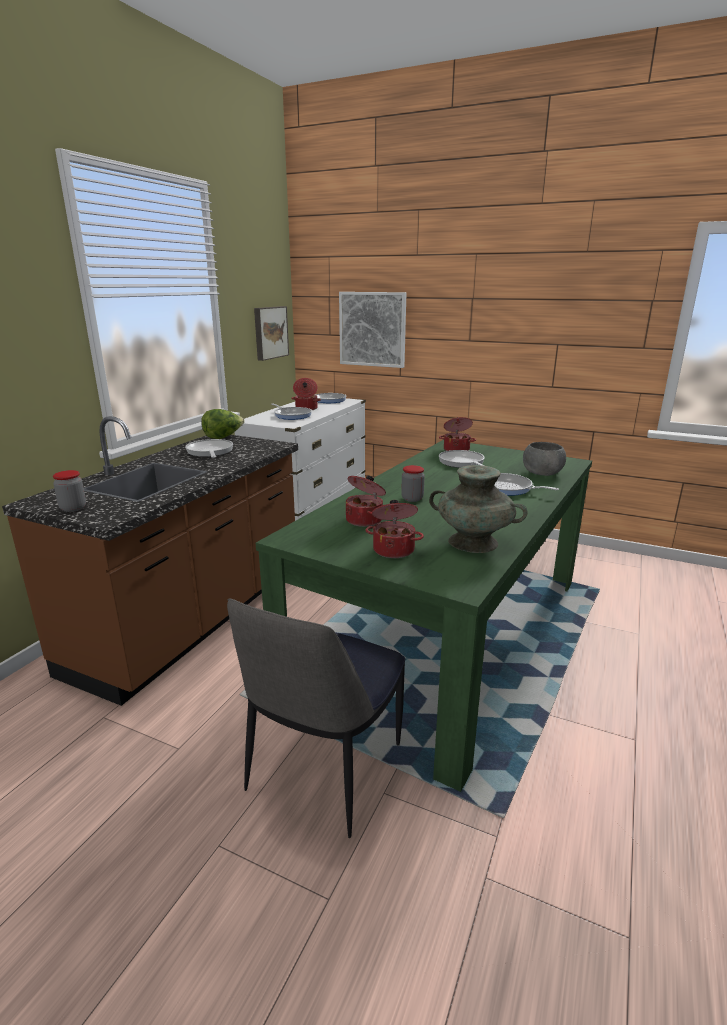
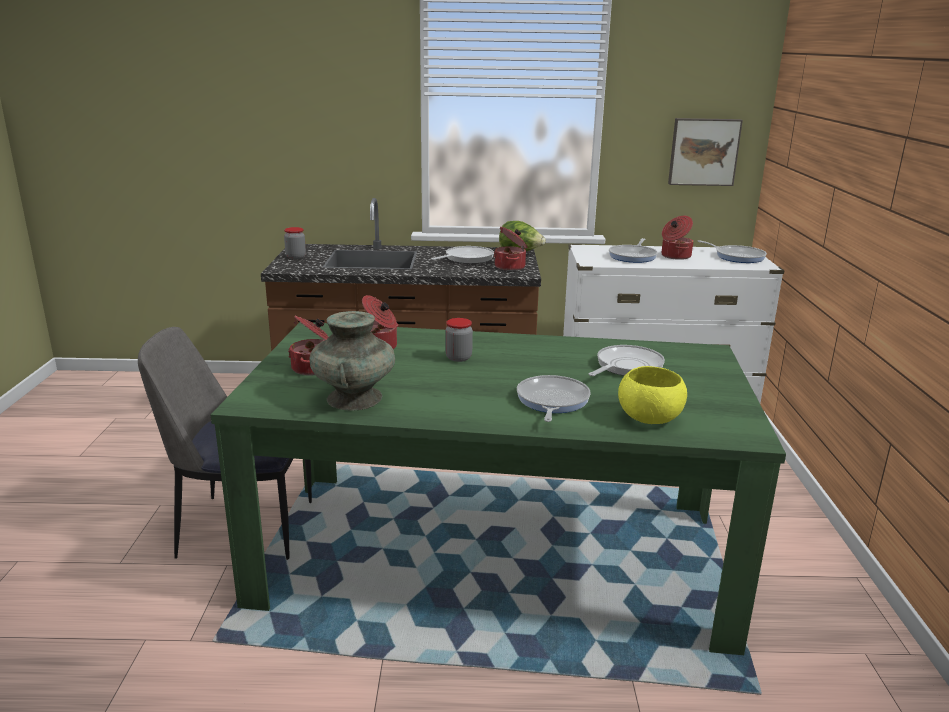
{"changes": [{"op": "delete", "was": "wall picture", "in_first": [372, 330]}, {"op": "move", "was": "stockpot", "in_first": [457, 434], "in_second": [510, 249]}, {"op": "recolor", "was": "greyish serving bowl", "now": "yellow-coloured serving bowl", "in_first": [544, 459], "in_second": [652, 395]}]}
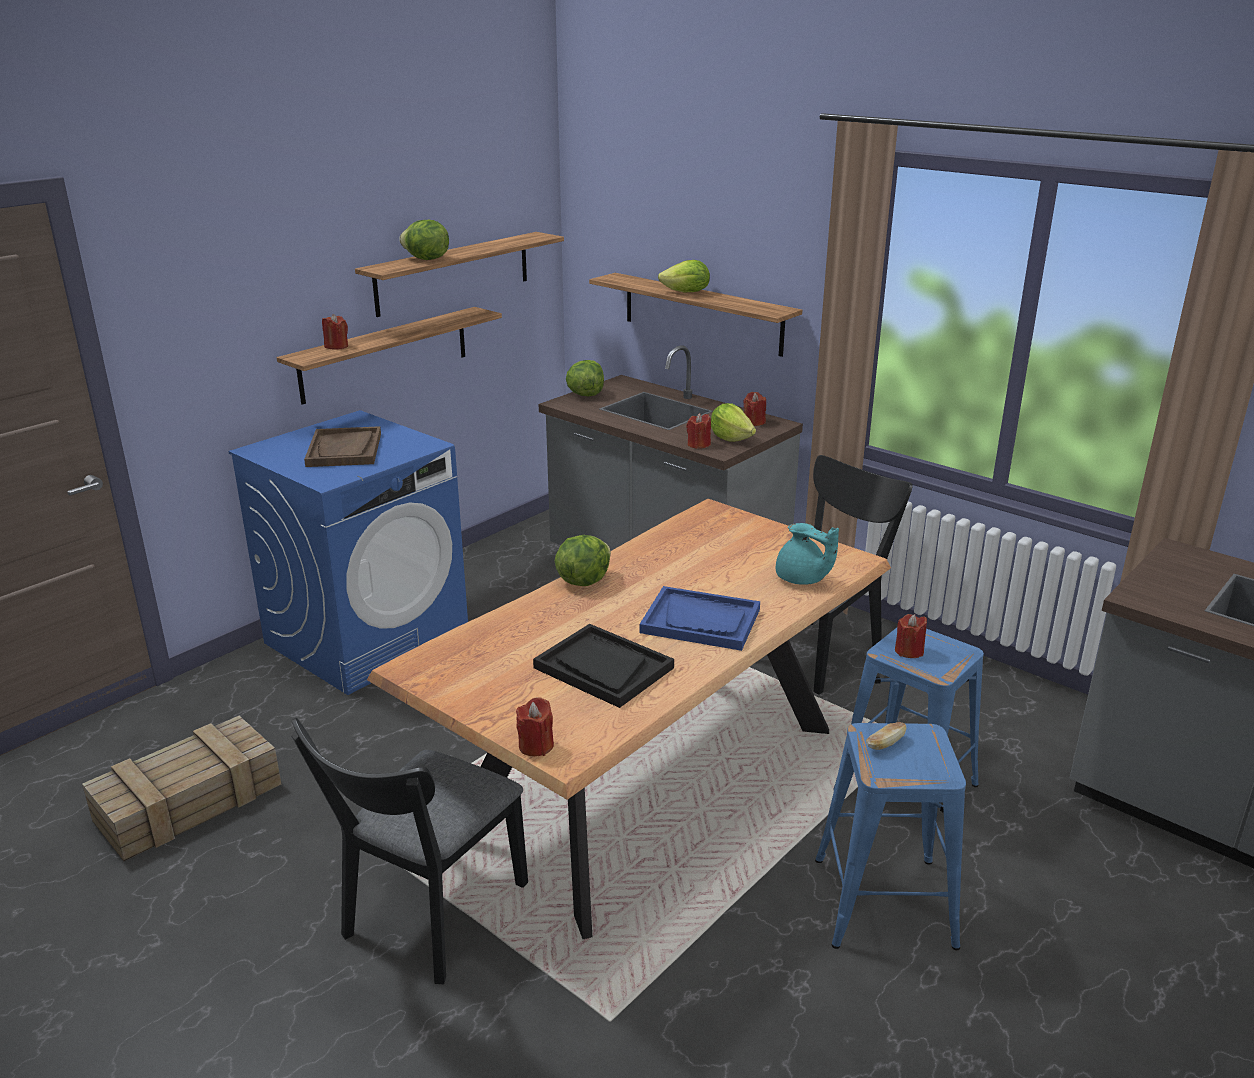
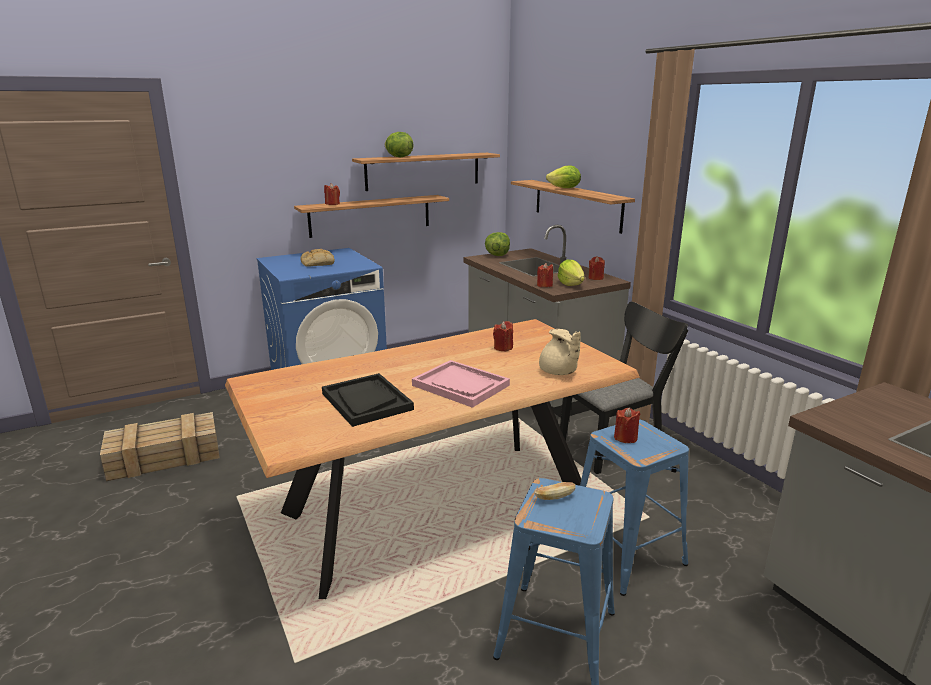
{"changes": [{"op": "delete", "was": "blackish chair", "in_first": [409, 851]}, {"op": "delete", "was": "lettuce head", "in_first": [583, 560]}, {"op": "move", "was": "red wax light", "in_first": [535, 726], "in_second": [503, 336]}, {"op": "replace", "was": "brown tray", "now": "baked bread", "in_first": [342, 446], "in_second": [318, 258]}, {"op": "recolor", "was": "bluish tray", "now": "pink-coloured tray", "in_first": [699, 618], "in_second": [461, 384]}, {"op": "recolor", "was": "turquoise pot for tea", "now": "beige pot for tea", "in_first": [807, 554], "in_second": [560, 352]}]}
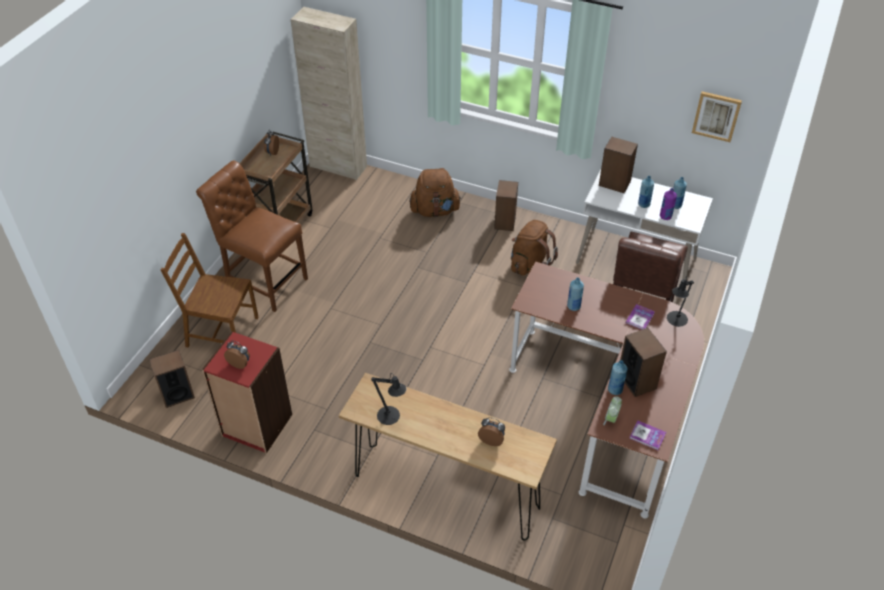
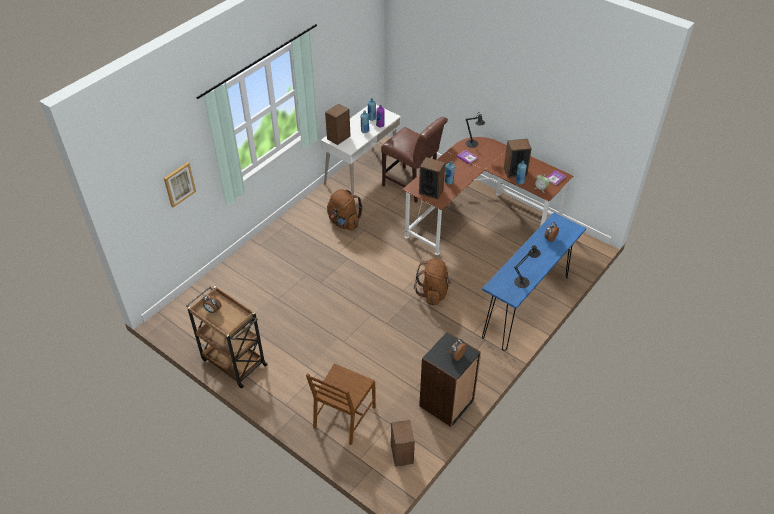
{"changes": [{"op": "delete", "was": "brown chair", "in_first": [252, 236]}, {"op": "delete", "was": "beige storage cabinet", "in_first": [329, 93]}, {"op": "move", "was": "brown rucksack", "in_first": [435, 192], "in_second": [433, 282]}, {"op": "move", "was": "loudspeaker", "in_first": [506, 205], "in_second": [432, 178]}, {"op": "move", "was": "wall picture", "in_first": [717, 116], "in_second": [180, 184]}, {"op": "recolor", "was": "red bookshelf", "now": "blackish bookshelf", "in_first": [247, 392], "in_second": [450, 379]}, {"op": "recolor", "was": "brown hall table", "now": "bluish hall table", "in_first": [448, 457], "in_second": [534, 281]}]}
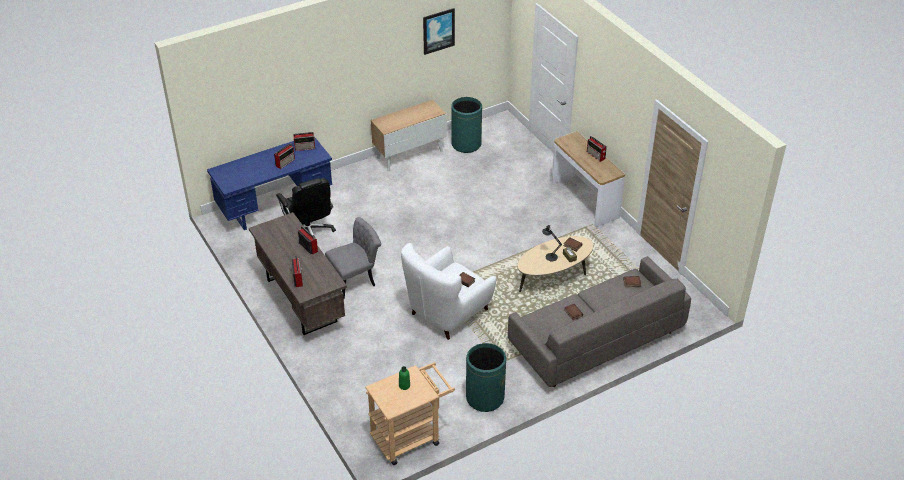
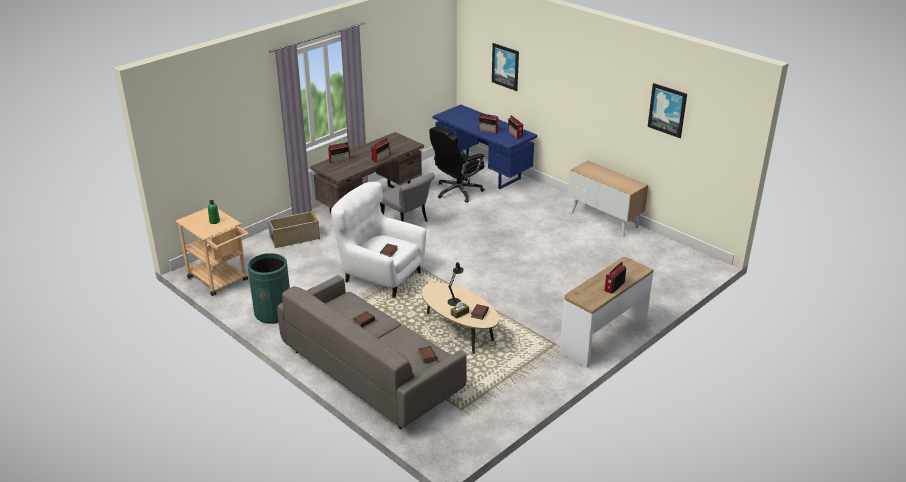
{"changes": [{"op": "delete", "was": "green rubbish bin", "in_first": [466, 125]}, {"op": "insert", "now": "beige storage container", "in_second": [294, 229]}, {"op": "insert", "now": "wall picture", "in_second": [505, 67]}]}
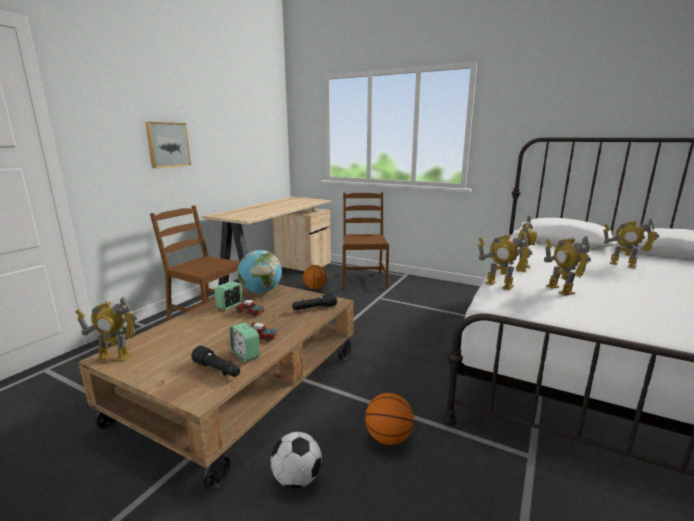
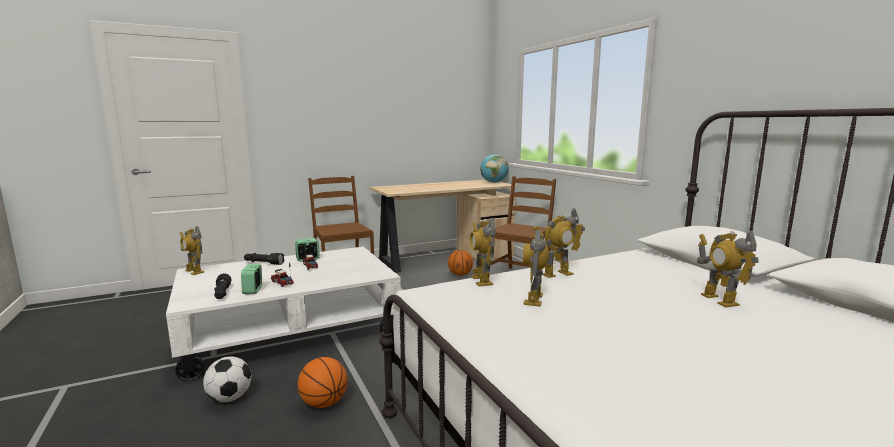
{"changes": [{"op": "delete", "was": "wall picture", "in_first": [168, 145]}, {"op": "move", "was": "globe", "in_first": [260, 271], "in_second": [494, 168]}, {"op": "move", "was": "blackish flashlight", "in_first": [314, 301], "in_second": [264, 259]}, {"op": "recolor", "was": "brown lounge table", "now": "whitish lounge table", "in_first": [216, 387], "in_second": [283, 314]}]}
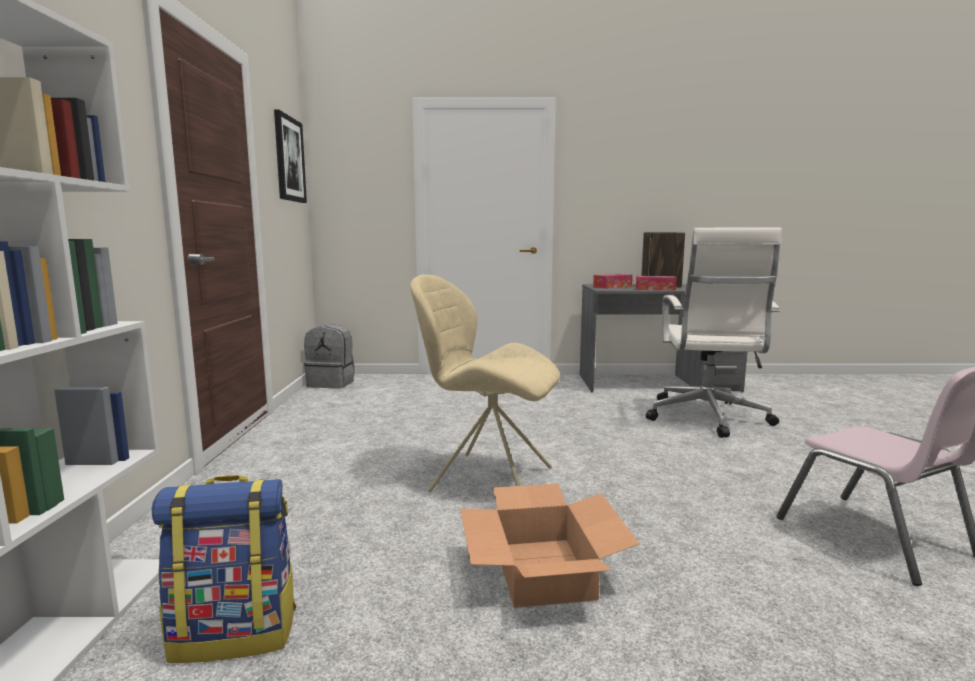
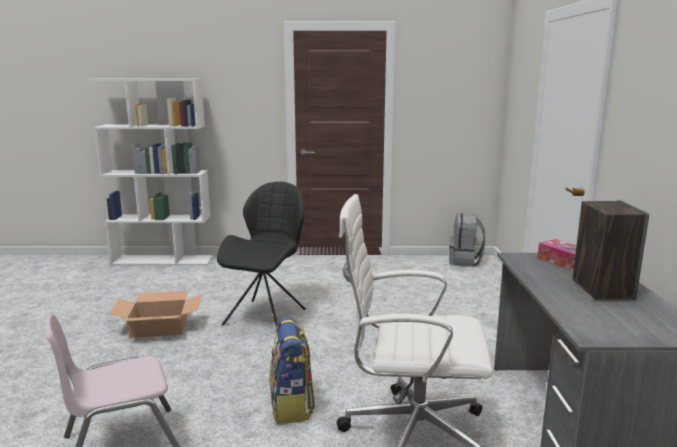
{"changes": [{"op": "delete", "was": "wall picture", "in_first": [290, 156]}, {"op": "delete", "was": "box of tissues", "in_first": [656, 283]}, {"op": "move", "was": "rucksack", "in_first": [224, 569], "in_second": [292, 370]}, {"op": "recolor", "was": "beige chair", "now": "blackish chair", "in_first": [485, 383], "in_second": [261, 254]}]}
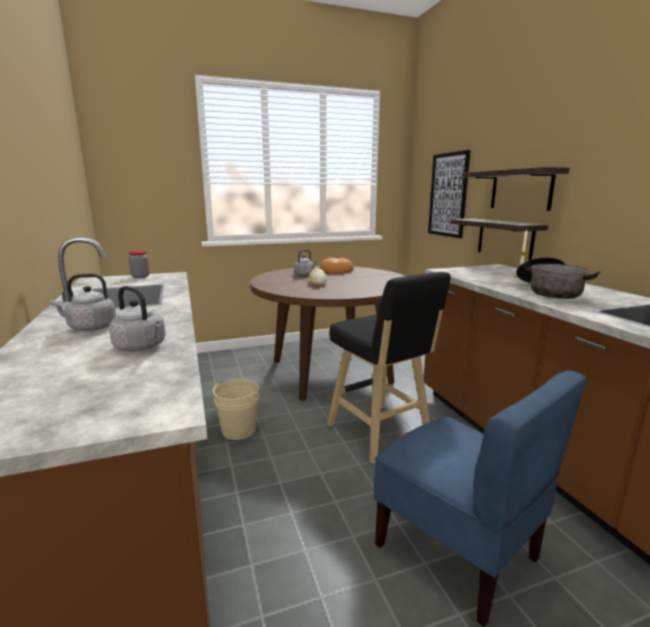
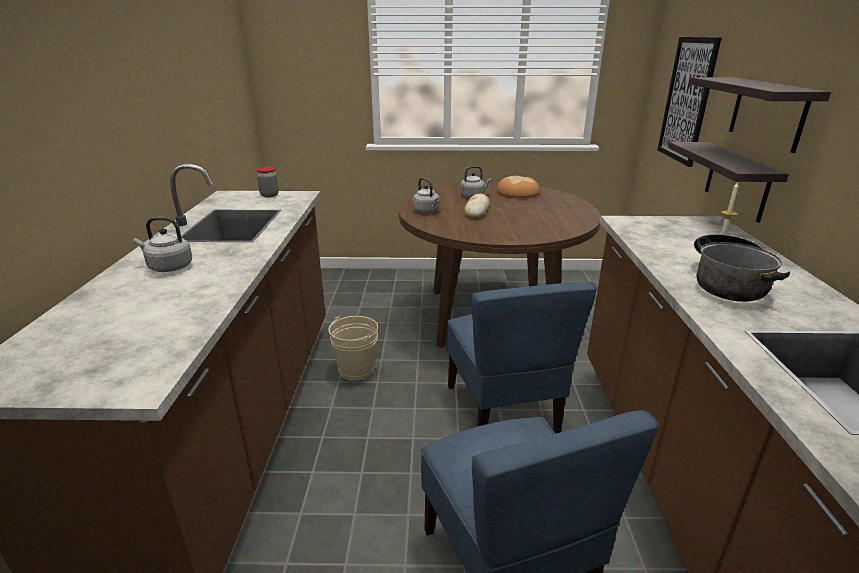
{"changes": [{"op": "move", "was": "greyish water kettle", "in_first": [137, 318], "in_second": [426, 195]}, {"op": "replace", "was": "blackish stool", "now": "bluish chair", "in_first": [389, 368], "in_second": [522, 357]}]}
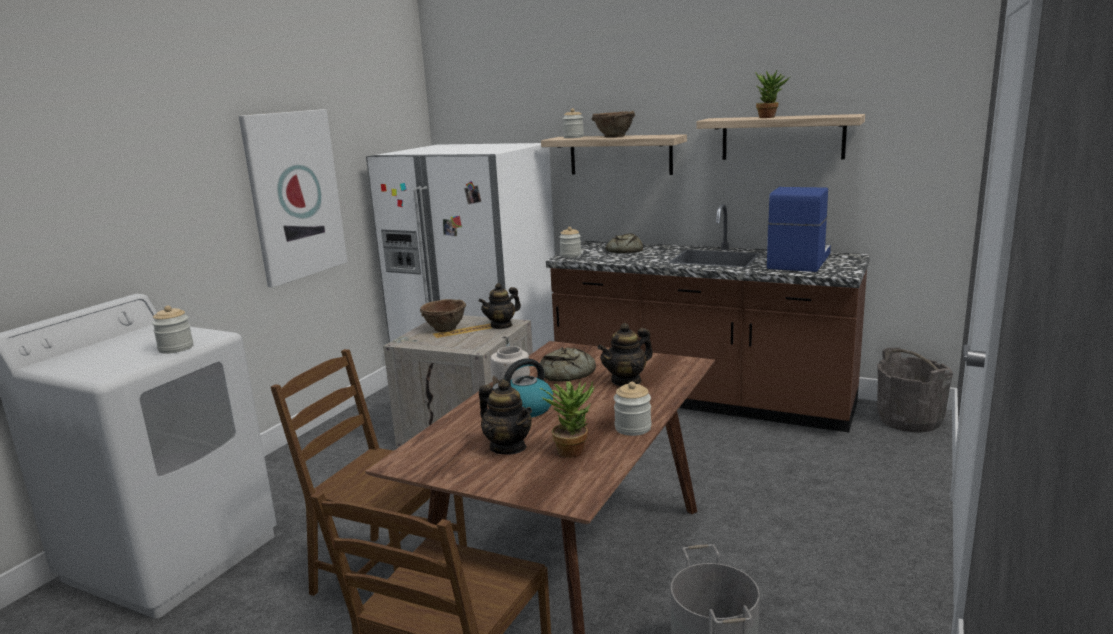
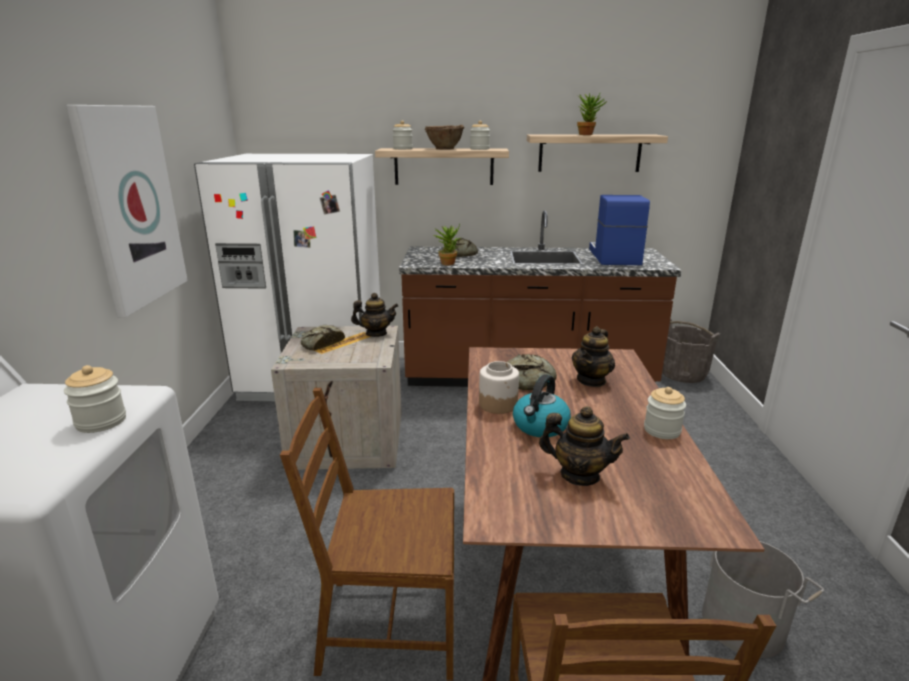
{"changes": [{"op": "move", "was": "plant in a pot", "in_first": [567, 419], "in_second": [447, 244]}, {"op": "move", "was": "preserve jar", "in_first": [570, 242], "in_second": [480, 135]}, {"op": "replace", "was": "brown serving bowl", "now": "baked bread", "in_first": [443, 315], "in_second": [323, 338]}, {"op": "rotate", "was": "pot for tea", "in_first": [500, 306], "in_second": [374, 315], "clockwise": -120}]}
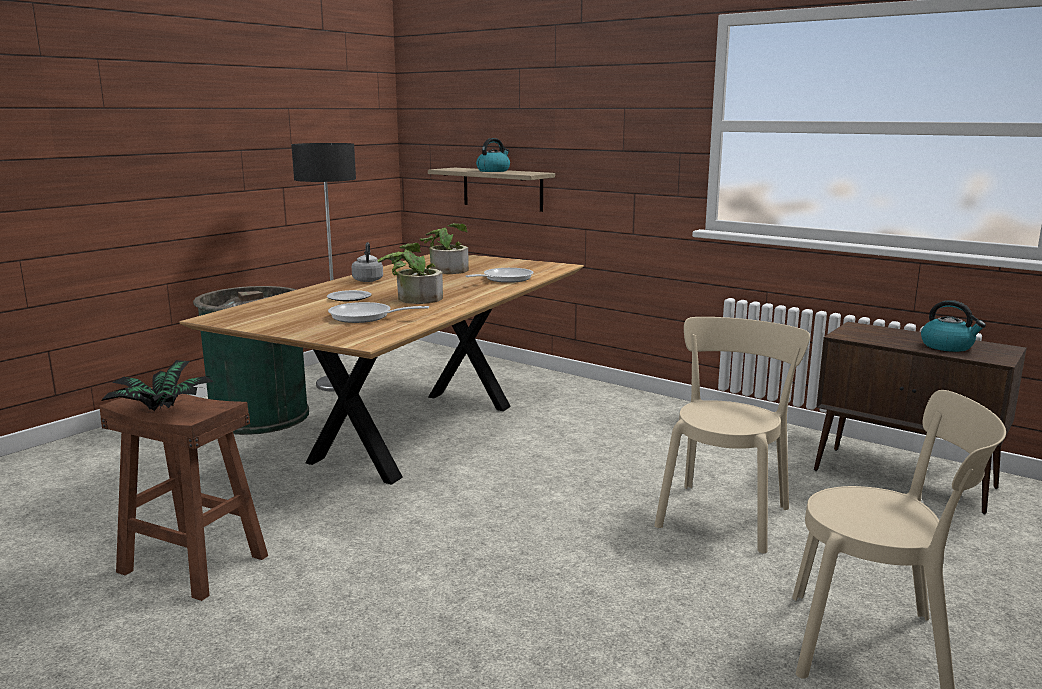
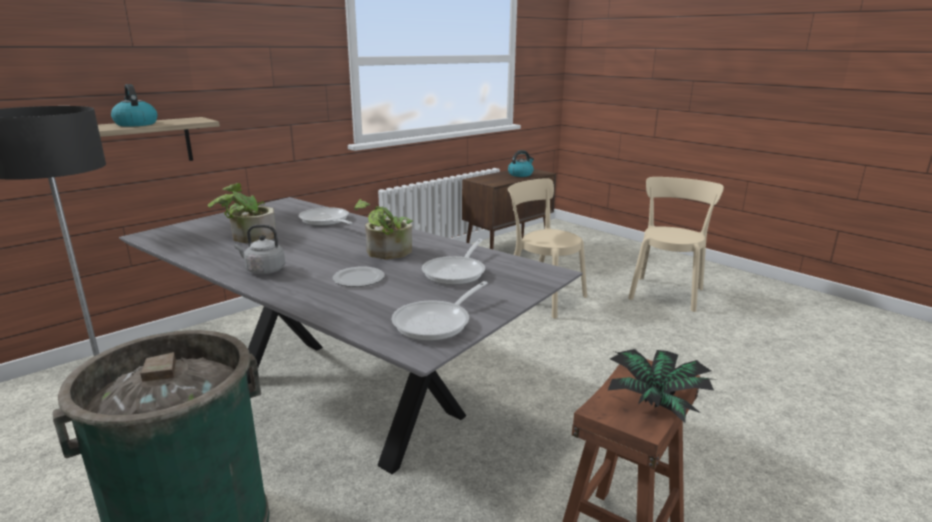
{"changes": [{"op": "insert", "now": "frying pan", "in_second": [439, 311]}, {"op": "recolor", "was": "brown dinner table", "now": "greyish dinner table", "in_first": [381, 369], "in_second": [351, 335]}]}
